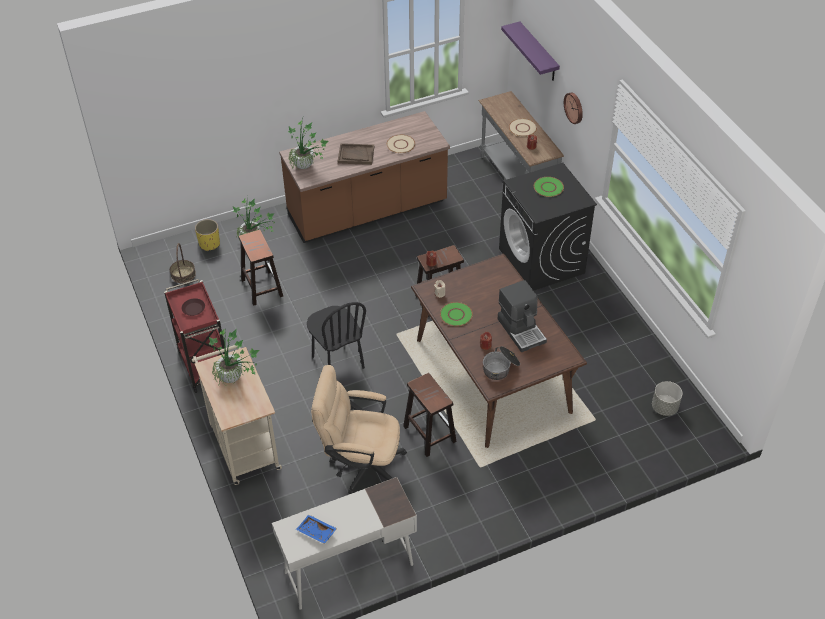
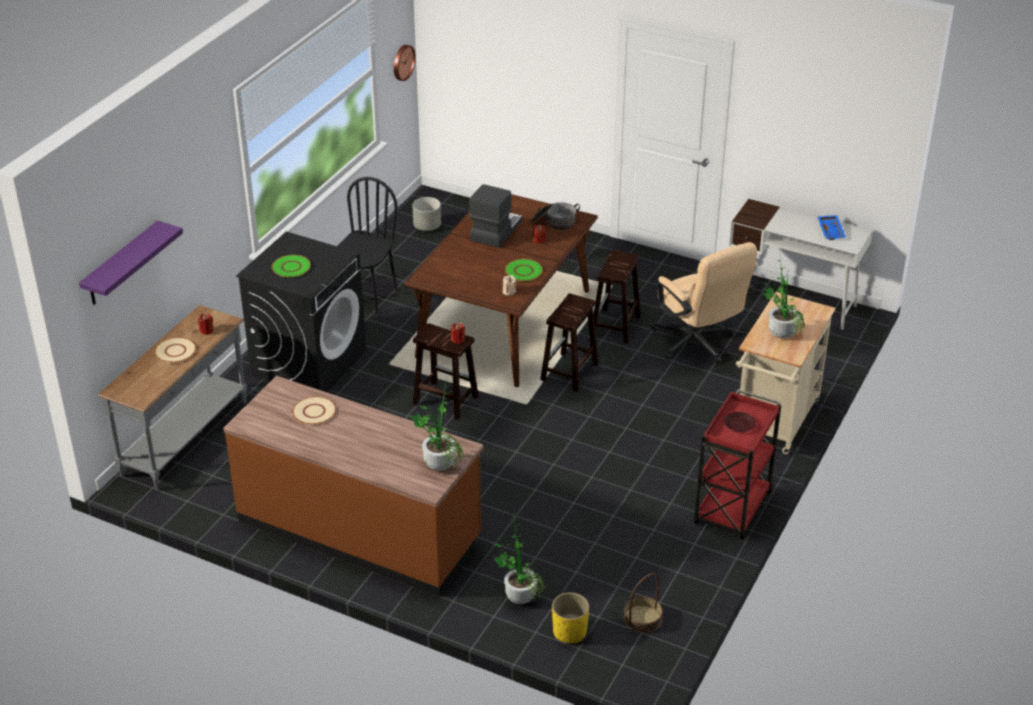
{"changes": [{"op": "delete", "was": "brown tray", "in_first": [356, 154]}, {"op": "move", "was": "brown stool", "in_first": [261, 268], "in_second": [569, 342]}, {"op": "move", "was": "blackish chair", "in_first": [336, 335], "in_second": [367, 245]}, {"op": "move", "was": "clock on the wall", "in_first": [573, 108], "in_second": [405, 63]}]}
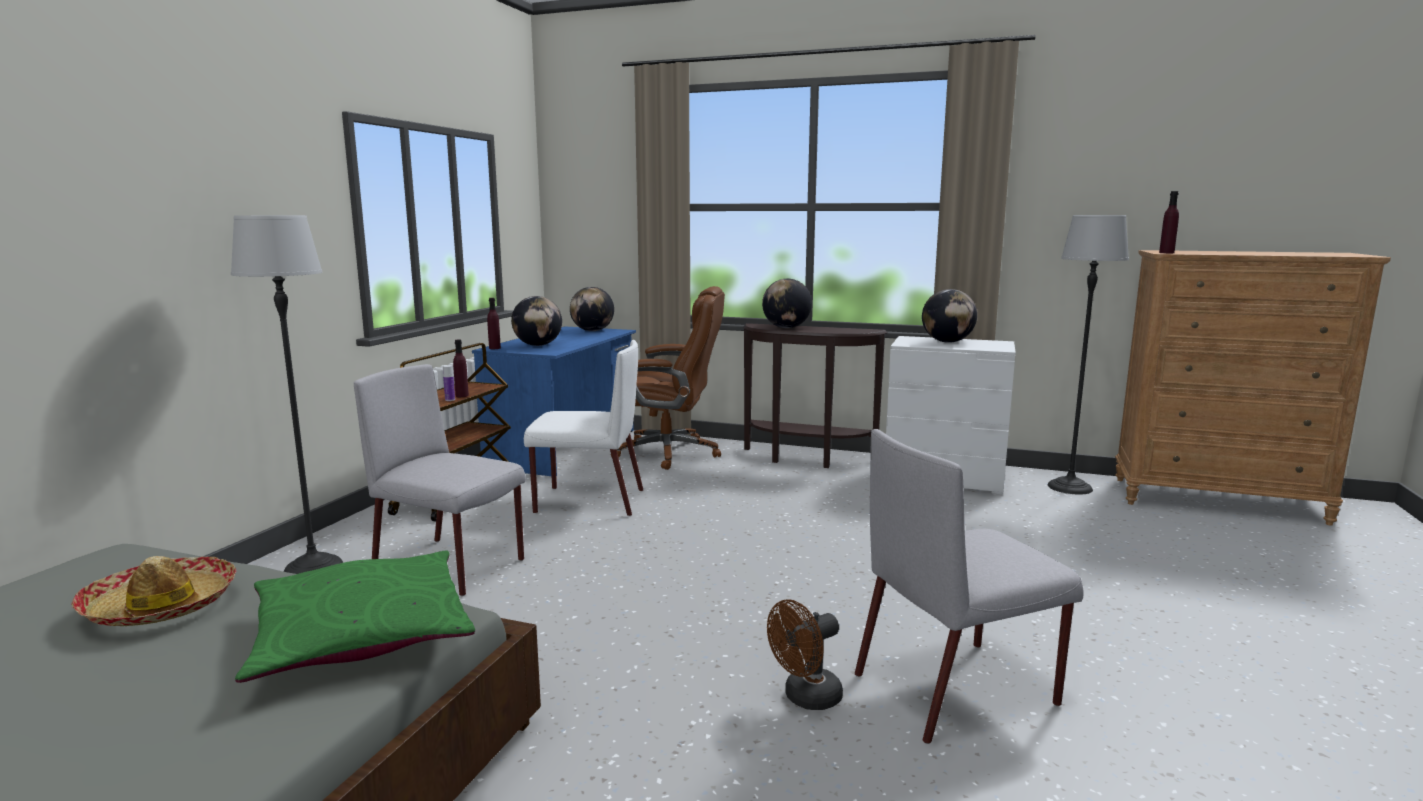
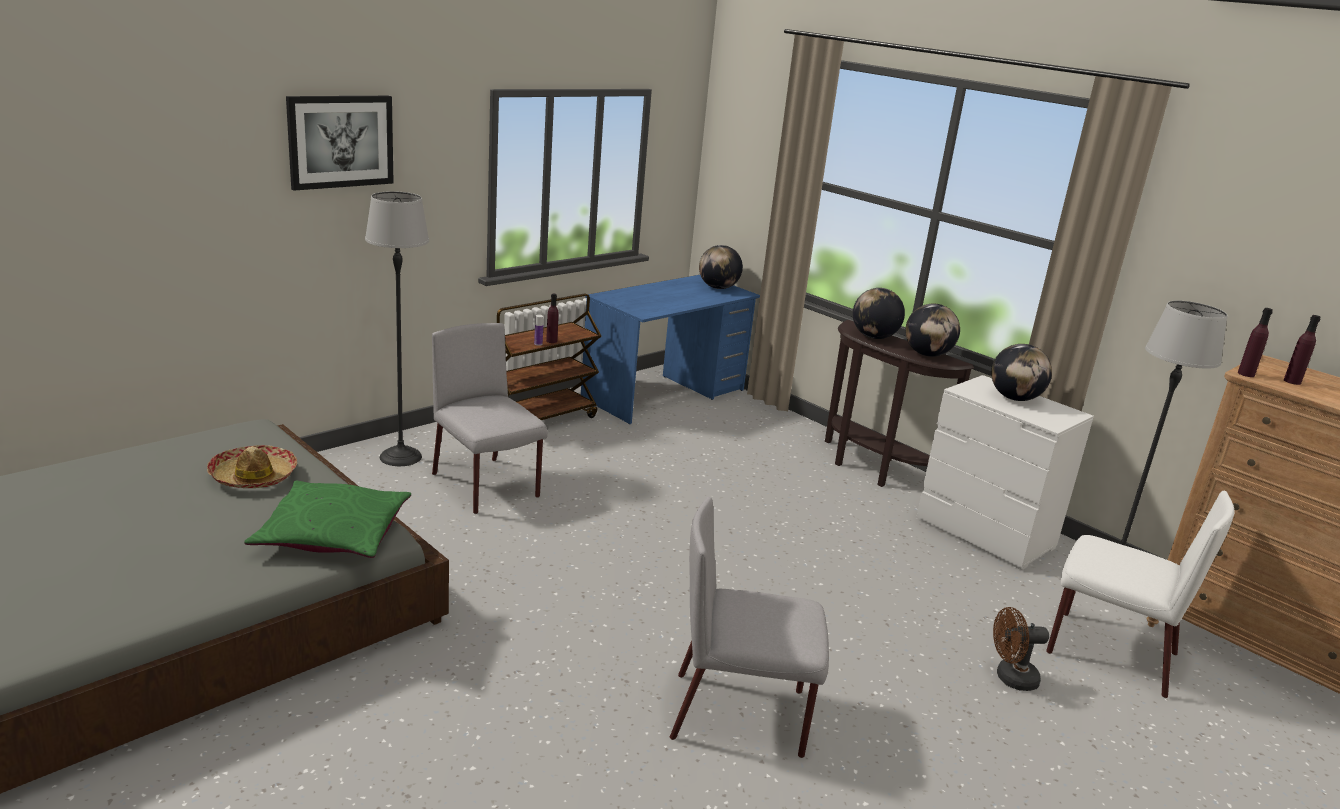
{"changes": [{"op": "delete", "was": "brown desk chair", "in_first": [668, 378]}, {"op": "insert", "now": "wall picture", "in_second": [340, 143]}, {"op": "move", "was": "purplish drink bottle", "in_first": [494, 323], "in_second": [1302, 350]}, {"op": "move", "was": "globe", "in_first": [536, 321], "in_second": [932, 330]}, {"op": "move", "was": "whitish chair", "in_first": [583, 428], "in_second": [1140, 594]}, {"op": "move", "was": "brown fan", "in_first": [805, 654], "in_second": [1021, 649]}]}
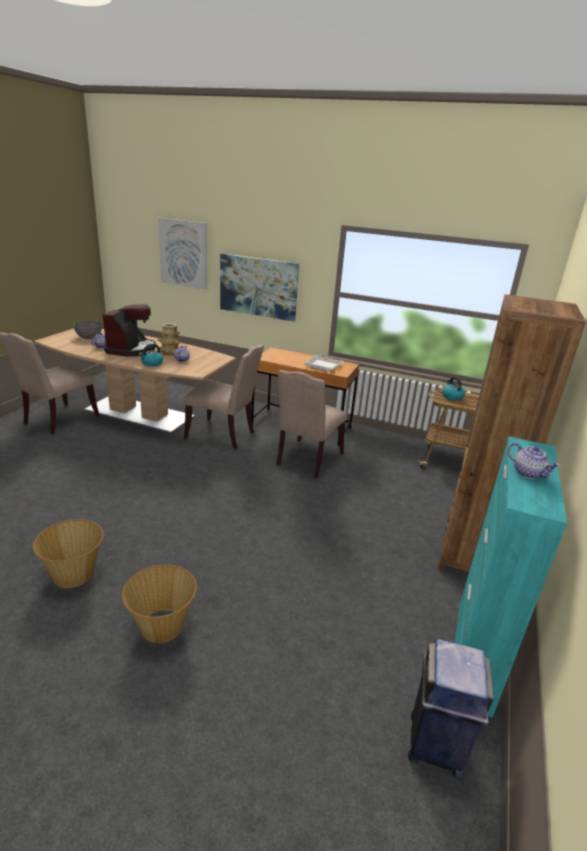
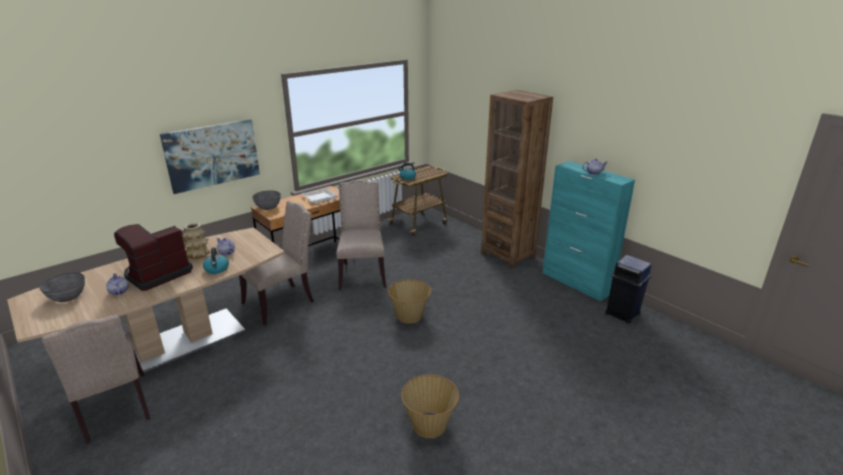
{"changes": [{"op": "delete", "was": "wall picture", "in_first": [182, 254]}, {"op": "insert", "now": "greyish serving bowl", "in_second": [266, 200]}, {"op": "move", "was": "basket", "in_first": [159, 603], "in_second": [409, 301]}, {"op": "rotate", "was": "coffee brewer", "in_first": [129, 331], "in_second": [153, 257], "clockwise": -90}, {"op": "rotate", "was": "beige chair", "in_first": [311, 424], "in_second": [361, 235], "clockwise": -150}]}
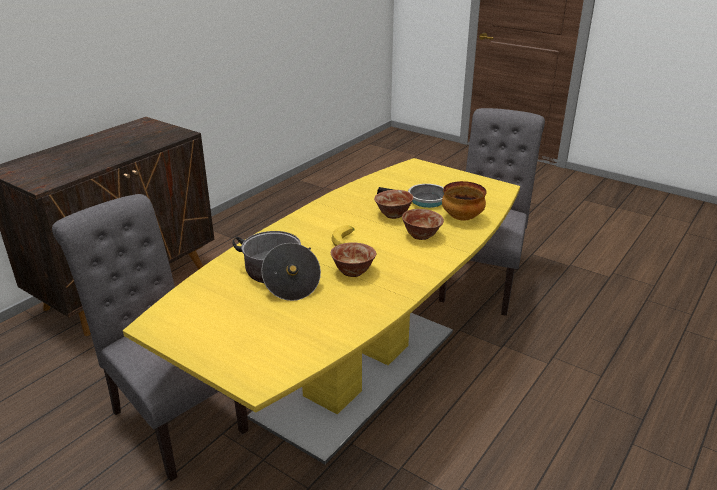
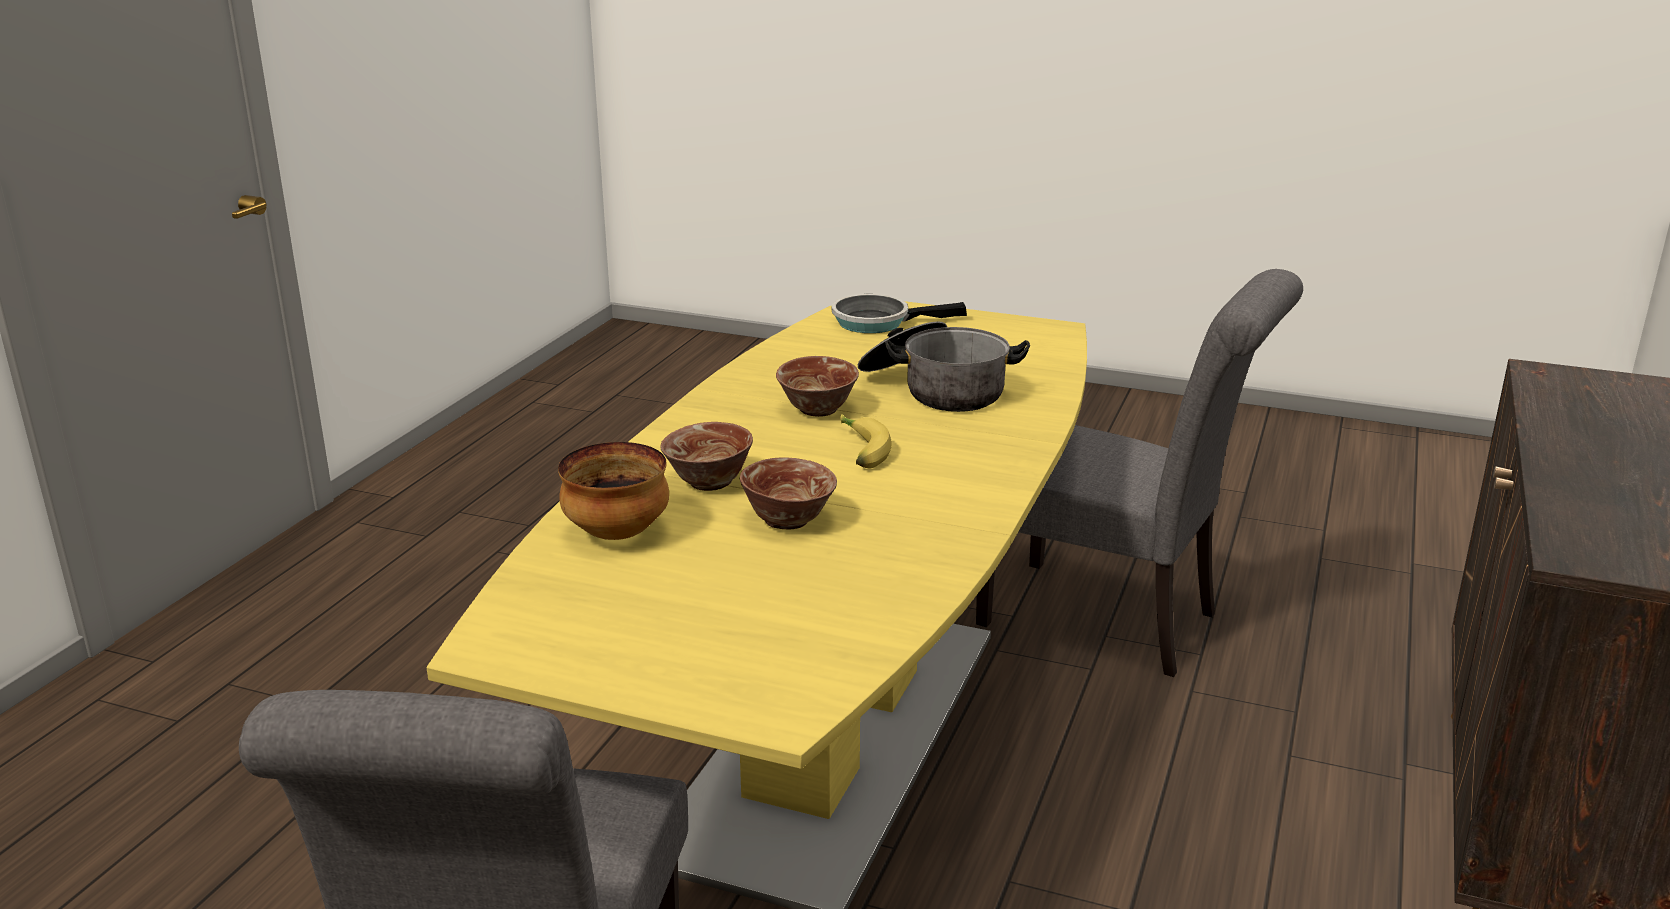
{"changes": [{"op": "move", "was": "frying pan", "in_first": [410, 196], "in_second": [899, 313]}]}
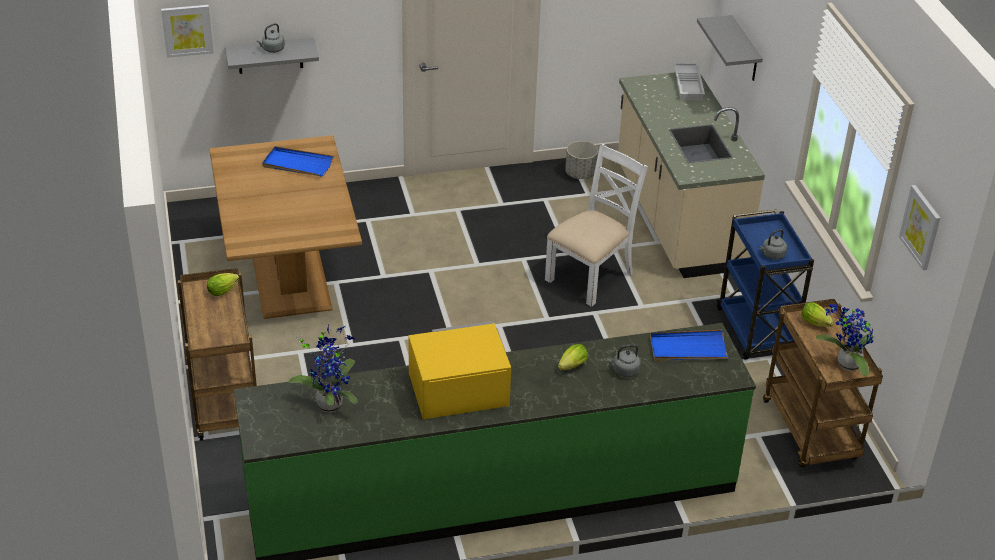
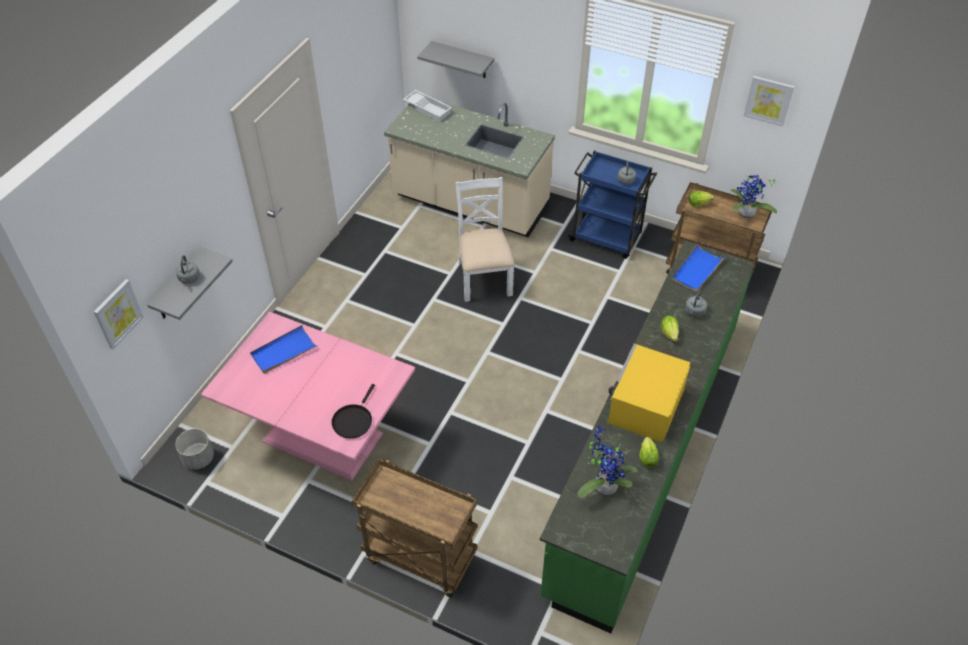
{"changes": [{"op": "insert", "now": "blackish frying pan", "in_second": [353, 411]}, {"op": "move", "was": "lettuce head", "in_first": [223, 284], "in_second": [649, 452]}, {"op": "move", "was": "greyish flower pot", "in_first": [581, 160], "in_second": [194, 449]}, {"op": "recolor", "was": "brown dinner table", "now": "pink-coloured dinner table", "in_first": [285, 227], "in_second": [308, 396]}]}
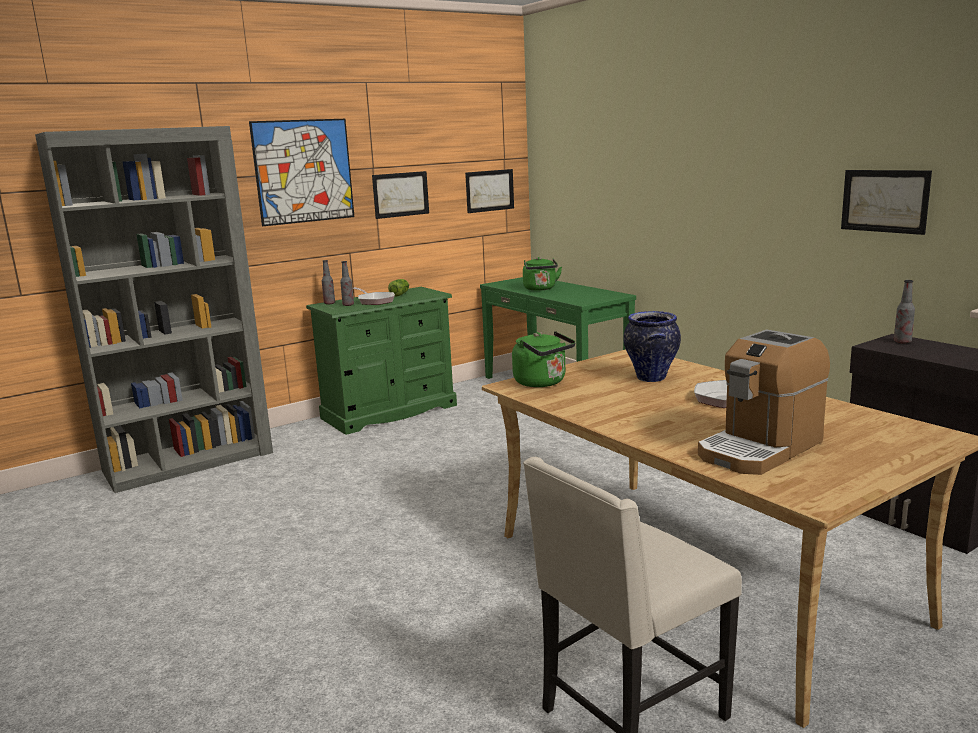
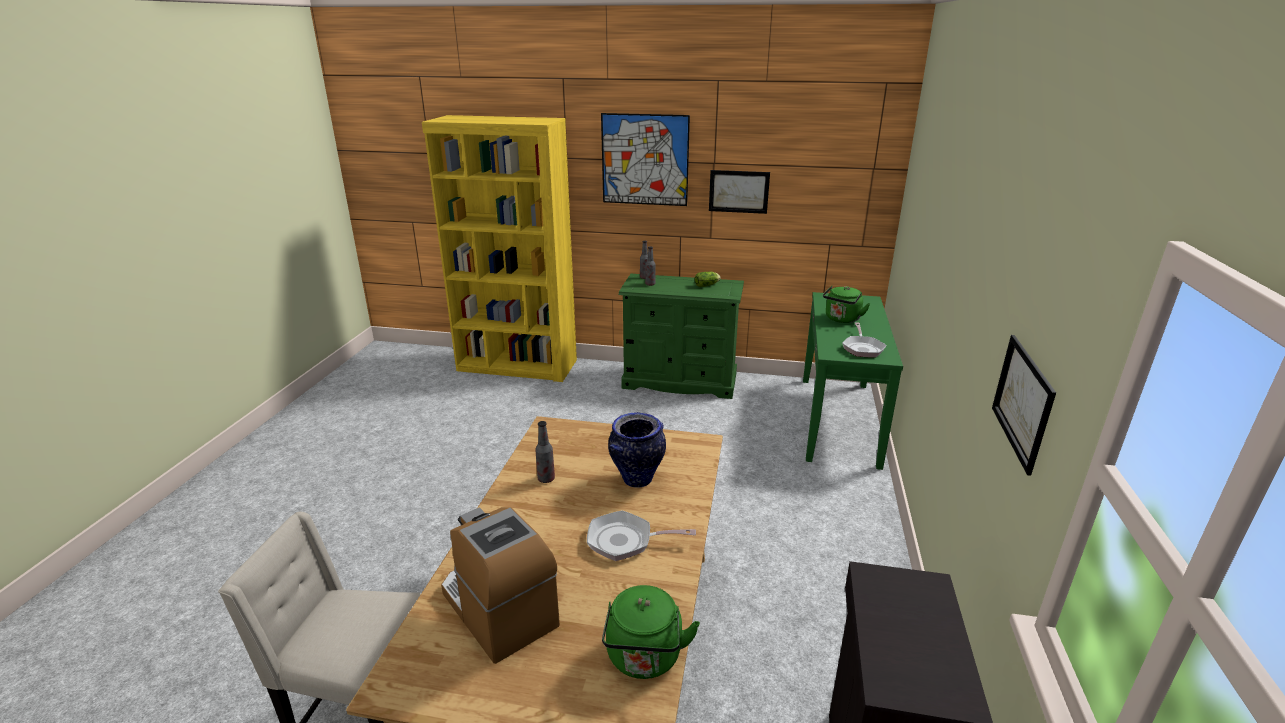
{"changes": [{"op": "delete", "was": "wall picture", "in_first": [489, 191]}, {"op": "move", "was": "frying pan", "in_first": [374, 296], "in_second": [864, 340]}, {"op": "move", "was": "green water kettle", "in_first": [543, 359], "in_second": [651, 632]}, {"op": "move", "was": "drink bottle", "in_first": [904, 312], "in_second": [545, 452]}, {"op": "recolor", "was": "greyish bookshelf", "now": "yellow-coloured bookshelf", "in_first": [154, 309], "in_second": [499, 248]}, {"op": "rotate", "was": "coffee brewer", "in_first": [764, 402], "in_second": [500, 585], "clockwise": 45}]}
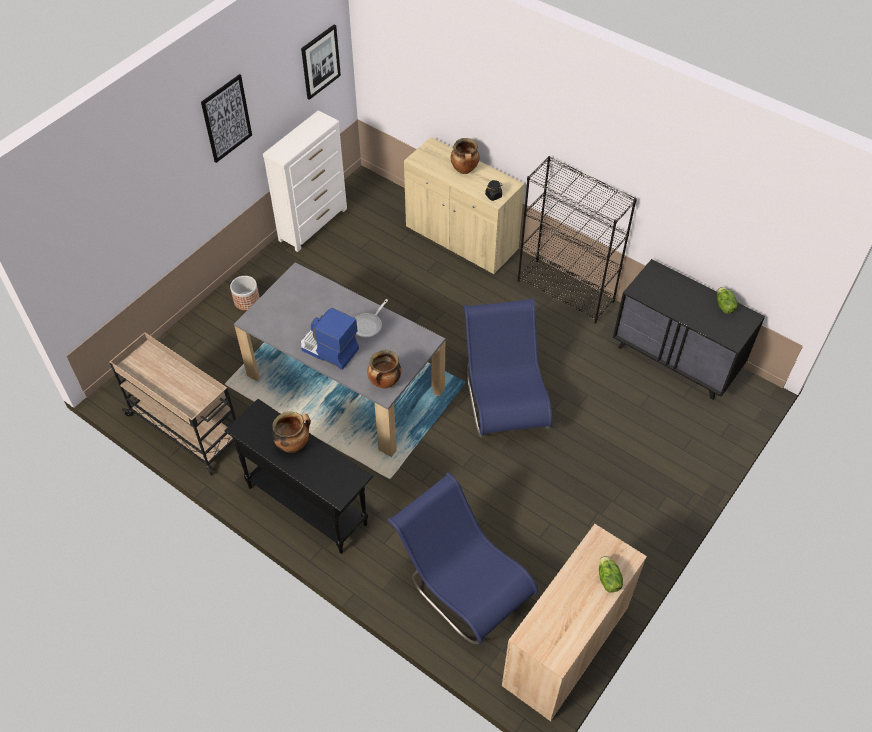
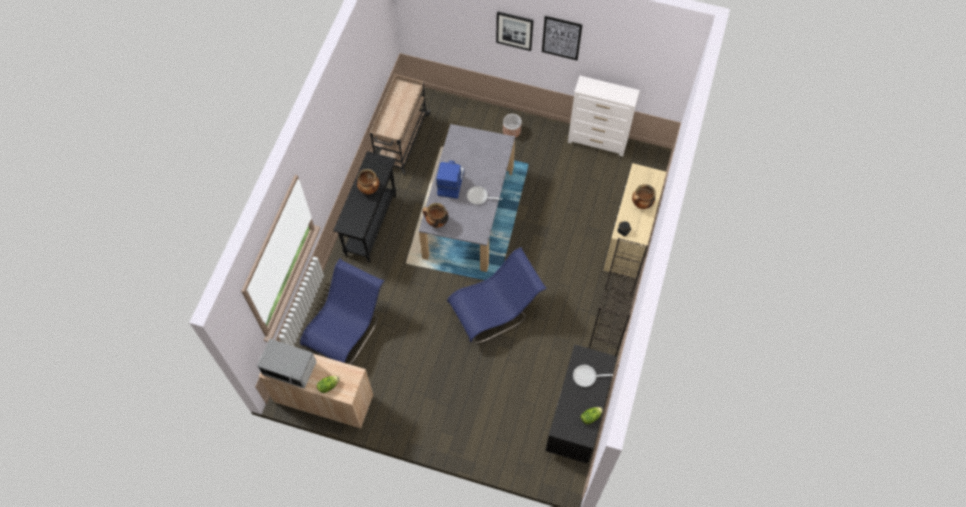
{"changes": [{"op": "insert", "now": "microwave", "in_second": [287, 363]}, {"op": "insert", "now": "frying pan", "in_second": [593, 376]}, {"op": "move", "was": "wall picture", "in_first": [321, 62], "in_second": [515, 31]}]}
